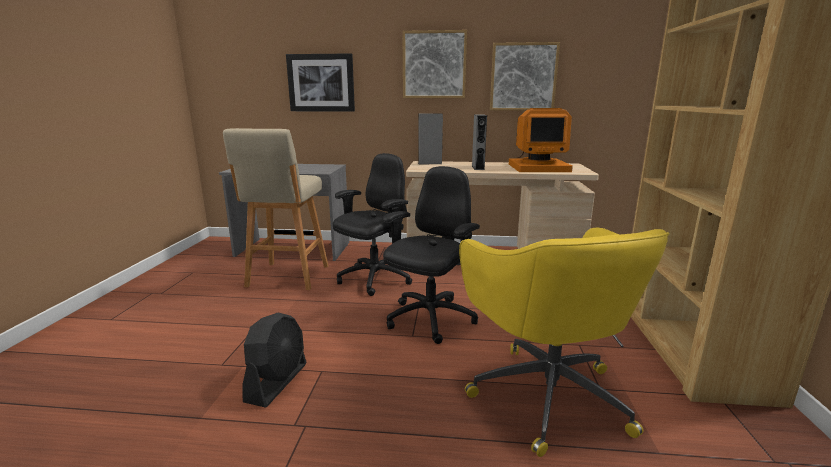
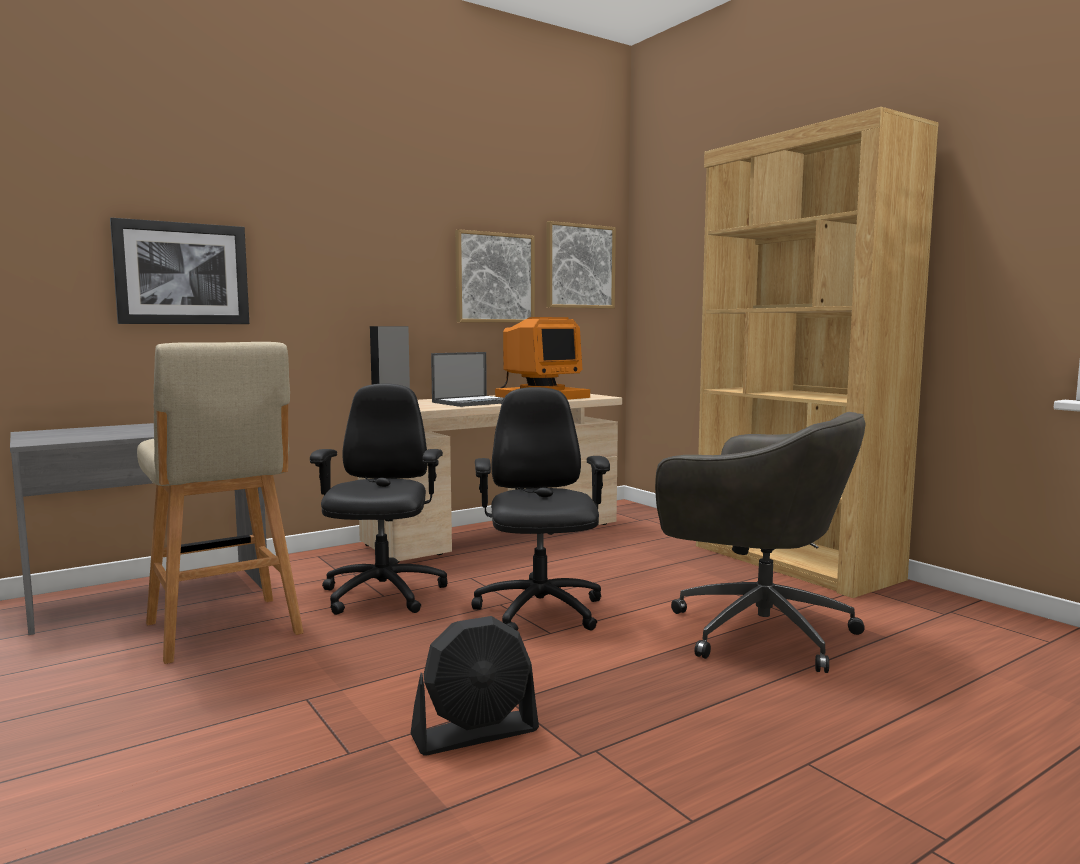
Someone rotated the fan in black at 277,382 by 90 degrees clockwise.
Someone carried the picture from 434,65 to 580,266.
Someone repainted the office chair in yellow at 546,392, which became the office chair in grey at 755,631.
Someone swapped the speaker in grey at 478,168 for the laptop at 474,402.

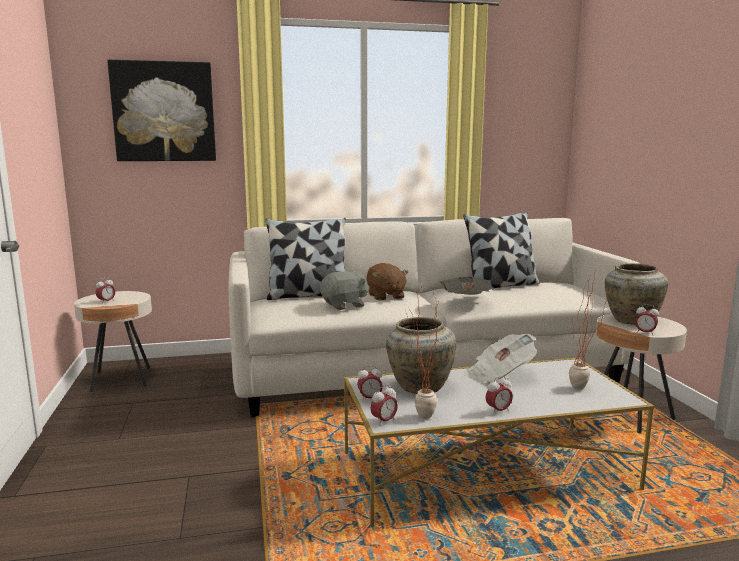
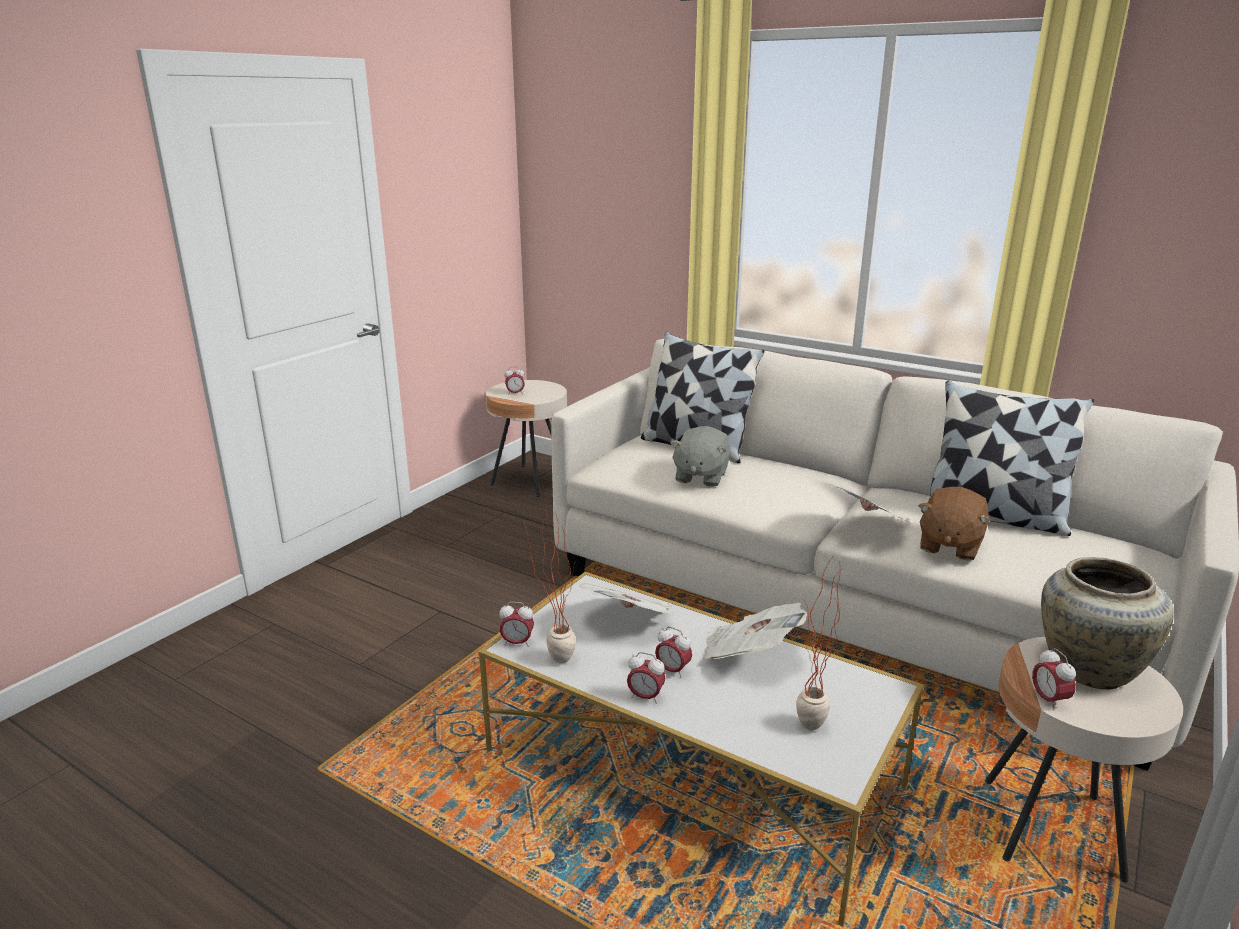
Someone took away the picture at 164,112.
Someone rotated the plush toy in grey at 345,305 by 90 degrees clockwise.
Someone carried the alarm clock from 369,399 to 672,670.
Someone carried the plush toy in brown from 385,296 to 949,545.
Someone swapped the vase in beige at 419,386 for the newspaper at 631,621.

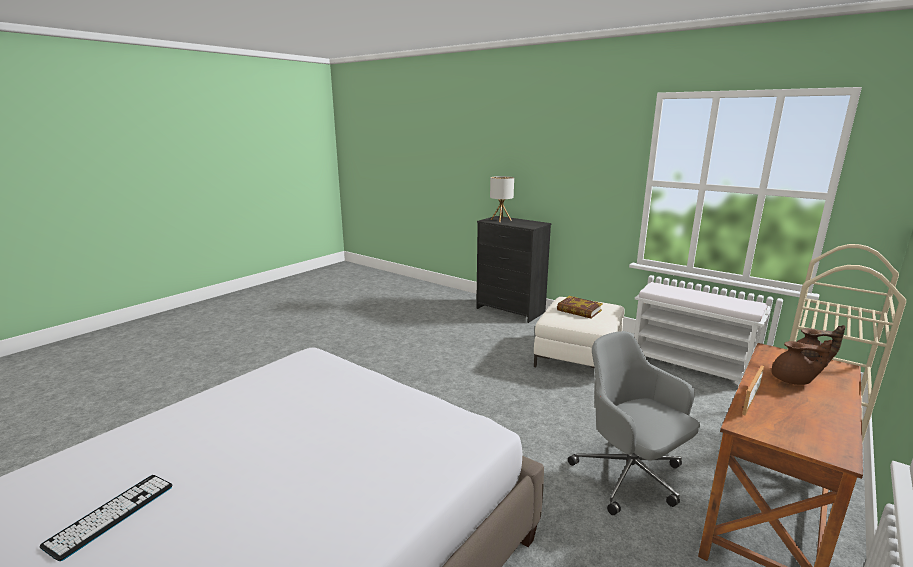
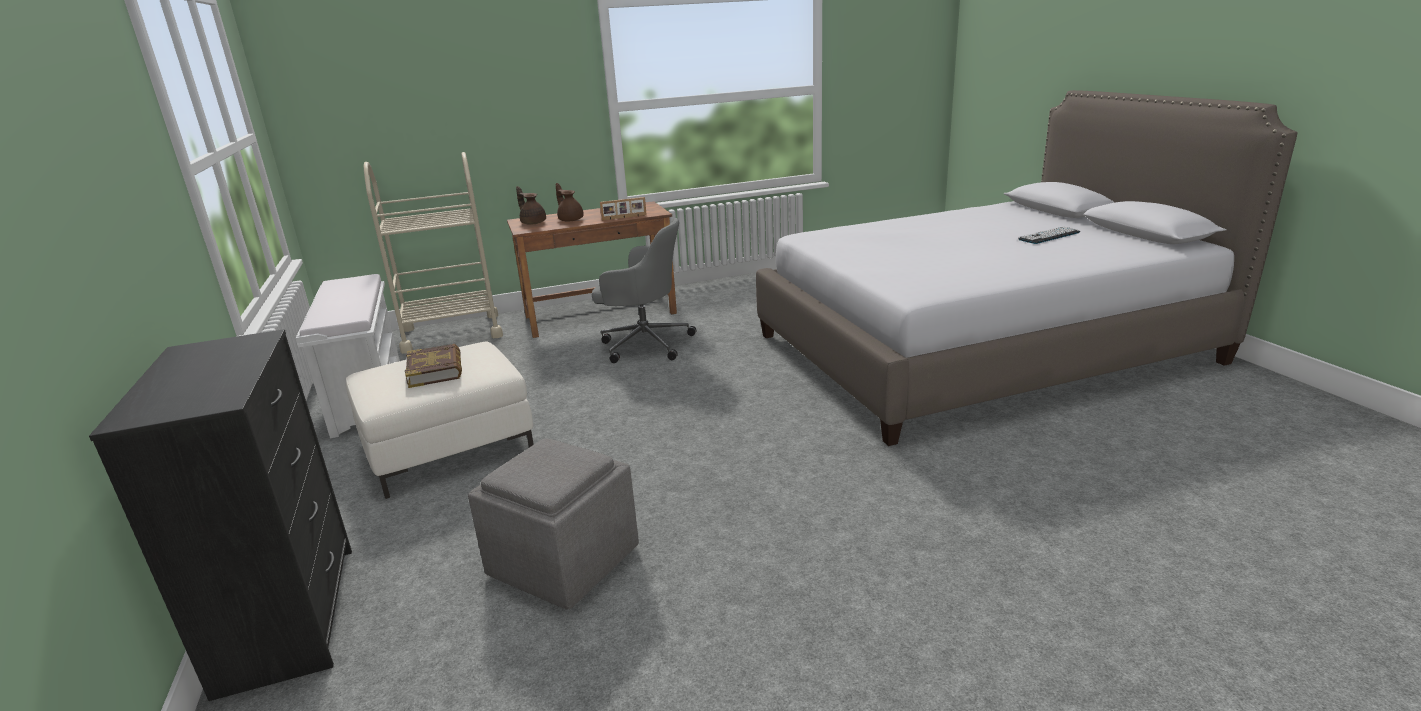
Someone took away the table lamp at 500,220.
Someone rotated the office chair in grey at 630,477 by 75 degrees counterclockwise.
Someone put down the ottoman in grey at 564,561.

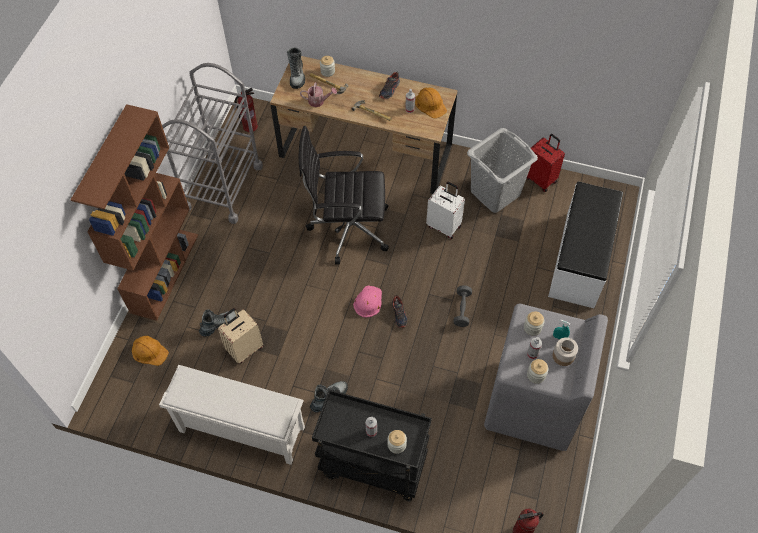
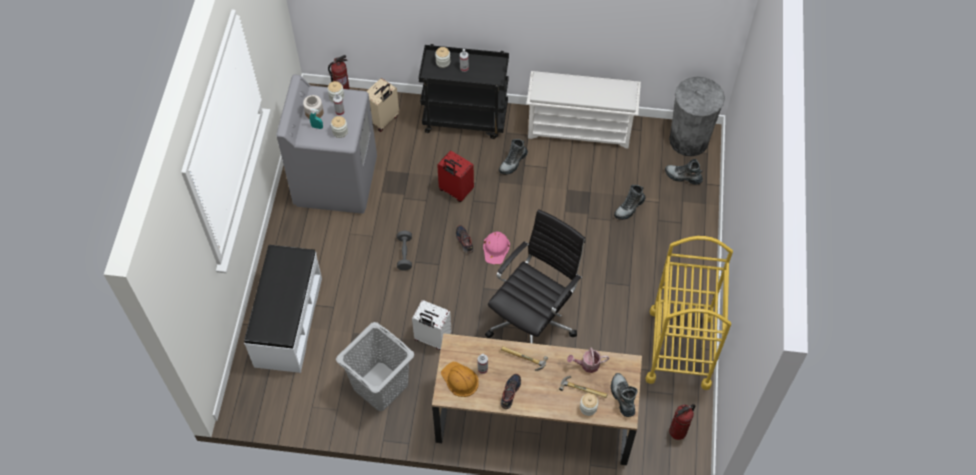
Someone took away the bookcase in brown at 164,272.
Someone swapped the hard hat in orange at 149,351 for the boot at 683,177.
Someone repainted the cart in grey at 223,187, which became the cart in yellow at 679,348.
Someone carried the suitcase in beige from 244,348 to 383,120.
Someone rotated the office chair in black at 347,228 by 45 degrees counterclockwise.
Someone carried the suitcase in red from 540,179 to 455,191.
Someone put down the trash can in grey at 689,140.

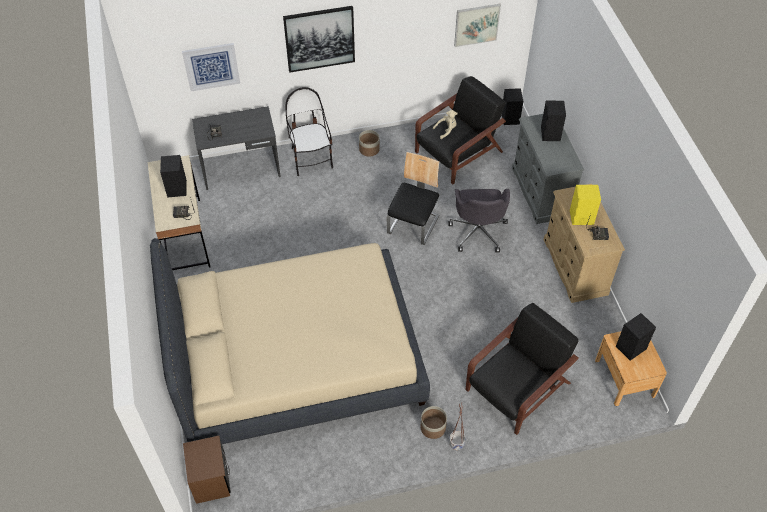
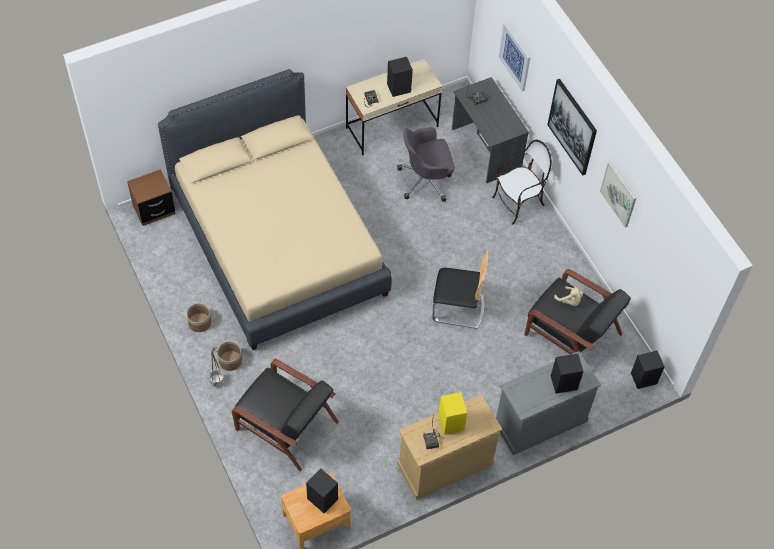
Someone carried the planter from 369,149 to 199,322.
Someone carried the office chair in grey from 478,231 to 426,180.
Someone carried the picture from 476,24 to 618,194.

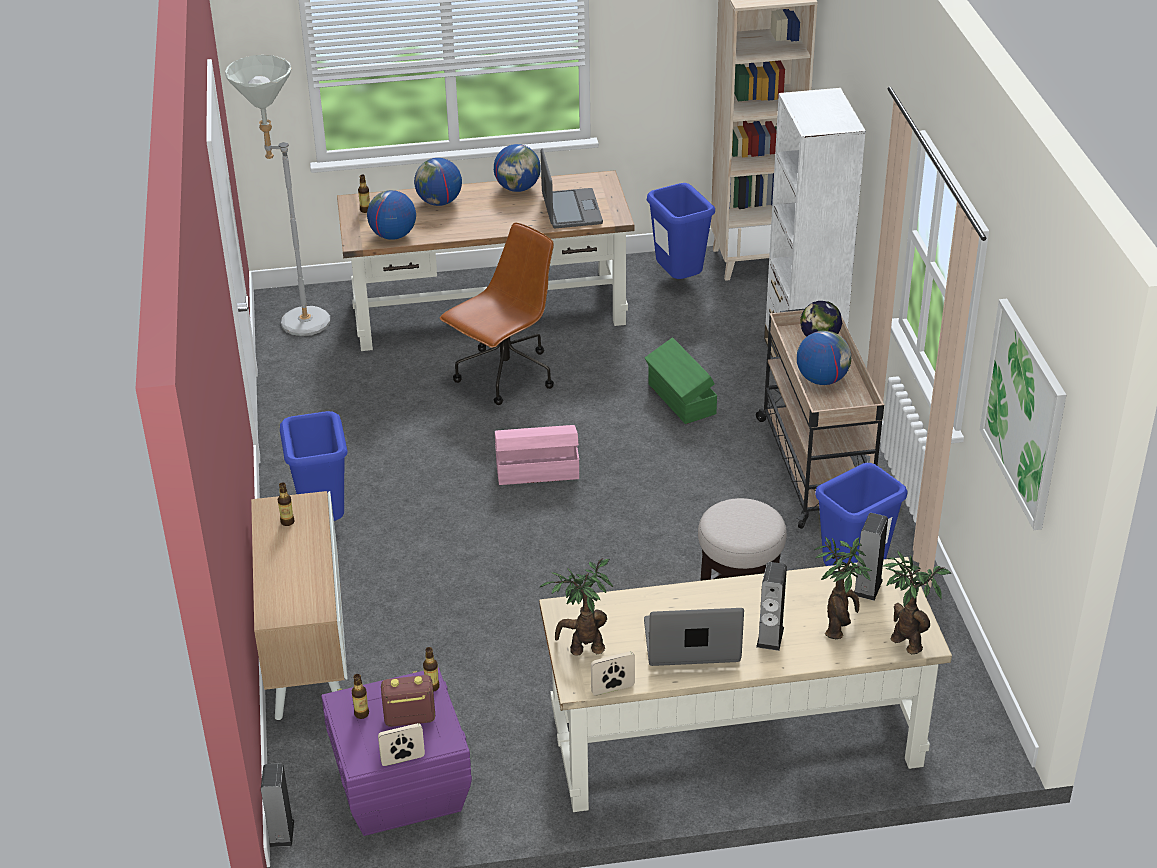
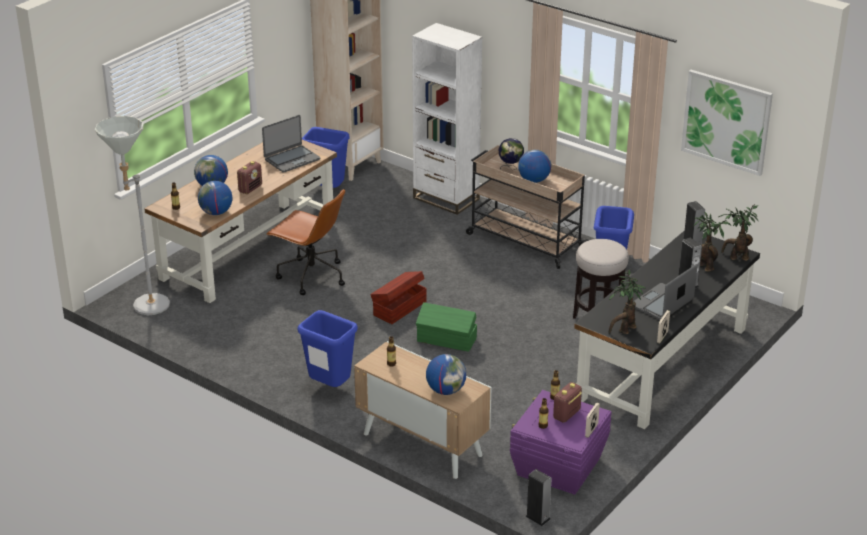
Someone rotated the office chair in brown at 505,376 by 120 degrees clockwise.
Someone carried the globe from 518,188 to 446,390.
Someone repainted the storage box in pink at 536,469, which became the storage box in brown at 399,308.
Someone repainted the desk in beige at 734,741, which became the desk in black at 663,364.
Someone rotated the laptop at 571,210 by 105 degrees clockwise.
Someone carried the storage box in green from 681,399 to 447,340.
Someone put down the radio at 250,188.

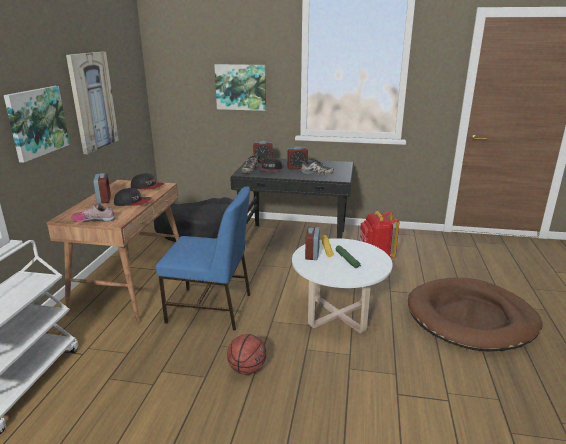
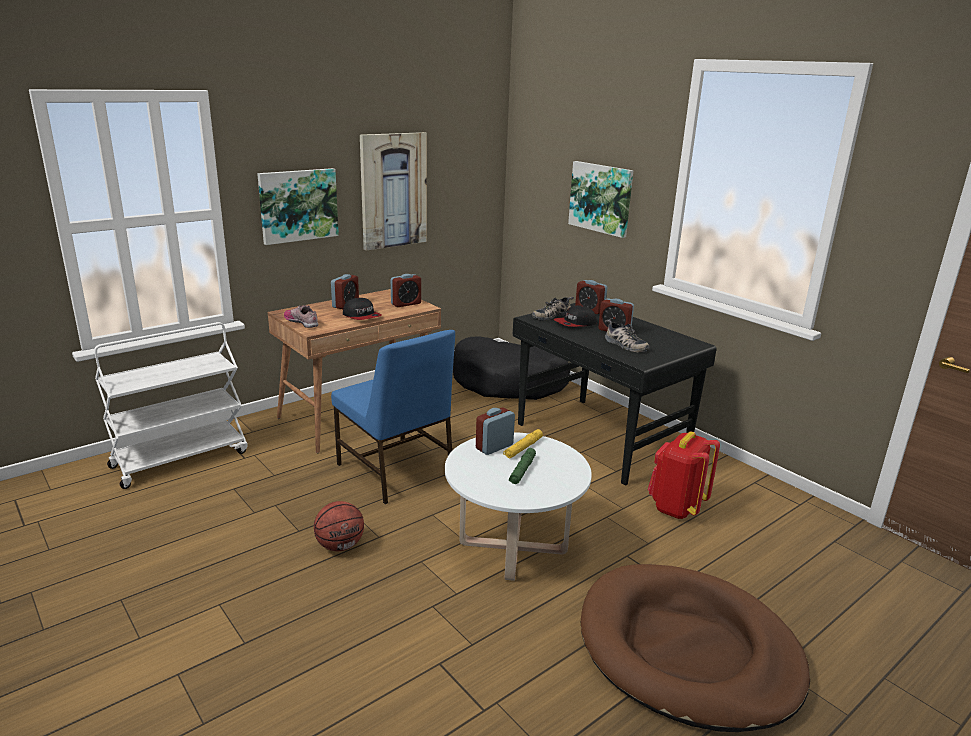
Someone swapped the cap at 147,187 for the alarm clock at 406,304.

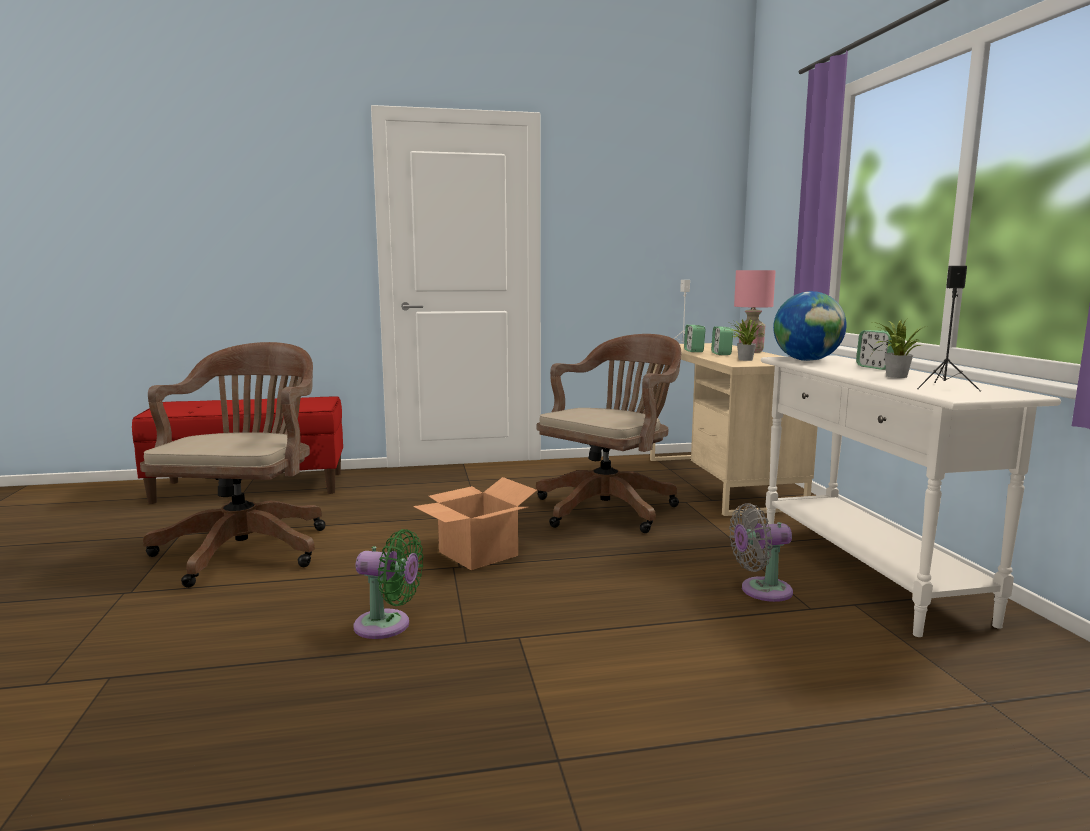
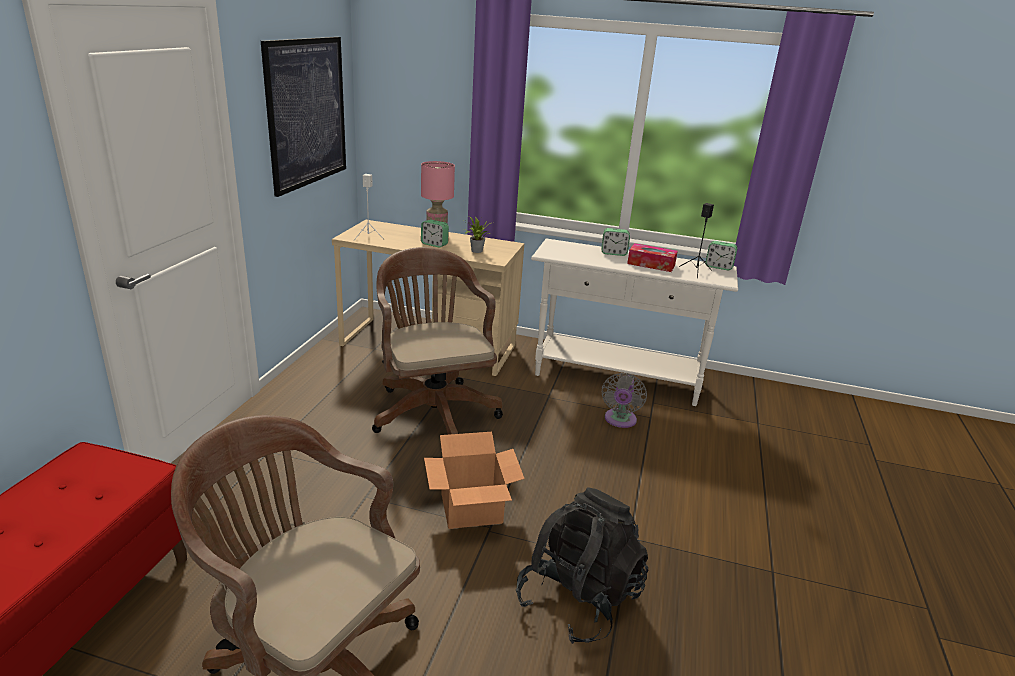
Someone swapped the fan in green at 388,626 for the backpack in black at 578,599.
Someone carried the alarm clock from 694,351 to 718,267.
Someone took away the globe at 807,360.
Someone swapped the potted plant at 894,376 for the tissue box at 651,264.
Someone put up the picture at 307,113.

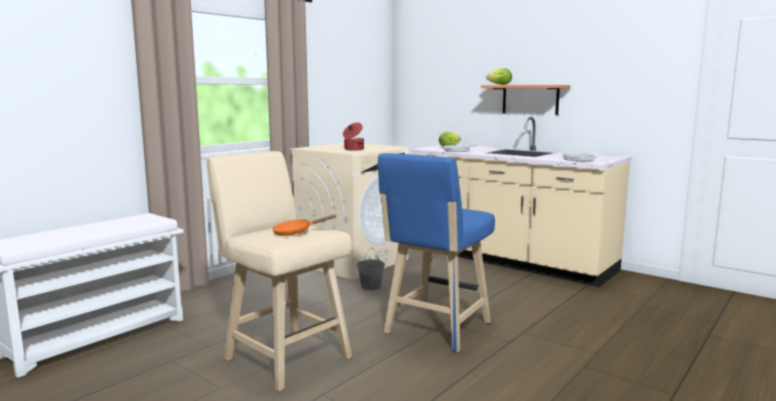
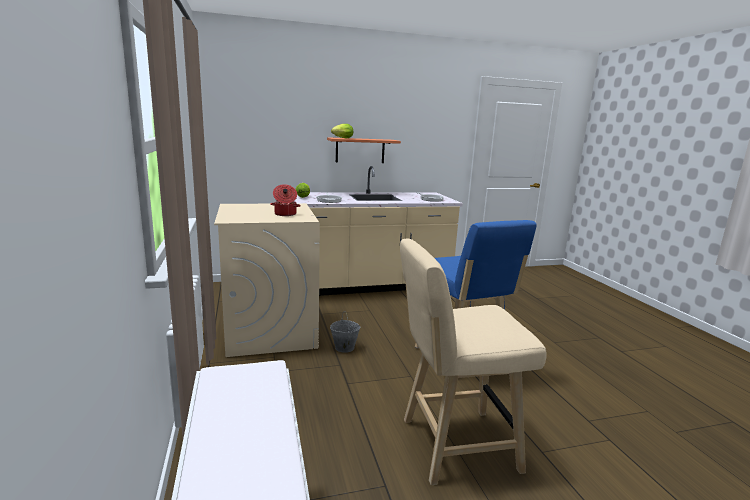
Someone took away the frying pan in orange at 296,232.

